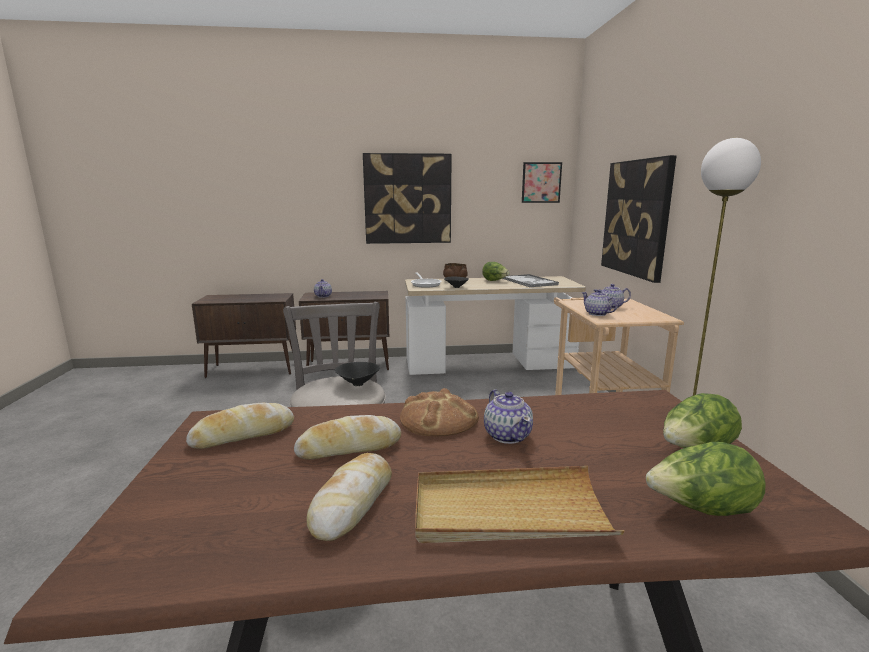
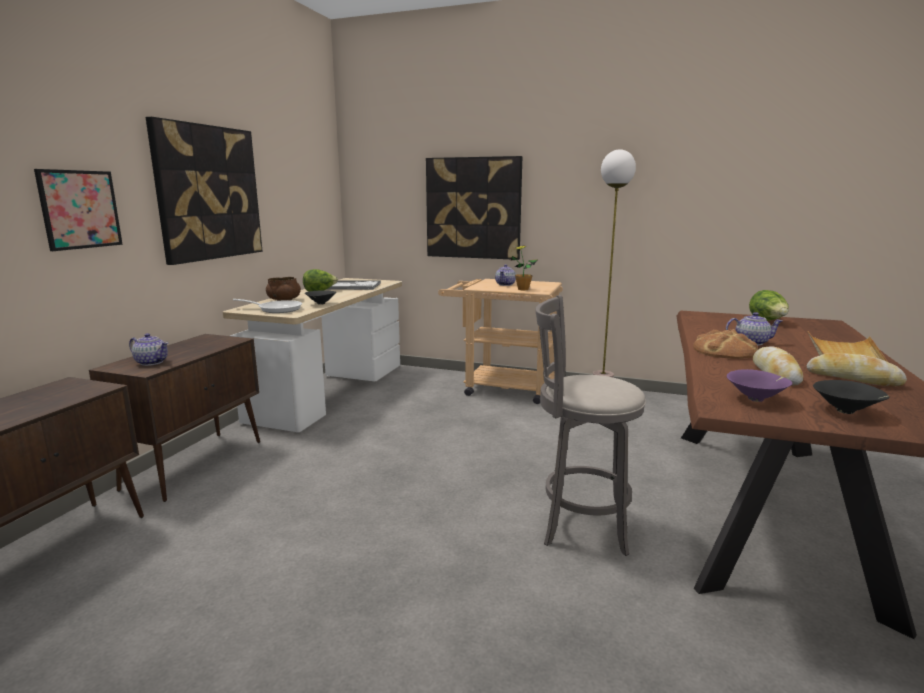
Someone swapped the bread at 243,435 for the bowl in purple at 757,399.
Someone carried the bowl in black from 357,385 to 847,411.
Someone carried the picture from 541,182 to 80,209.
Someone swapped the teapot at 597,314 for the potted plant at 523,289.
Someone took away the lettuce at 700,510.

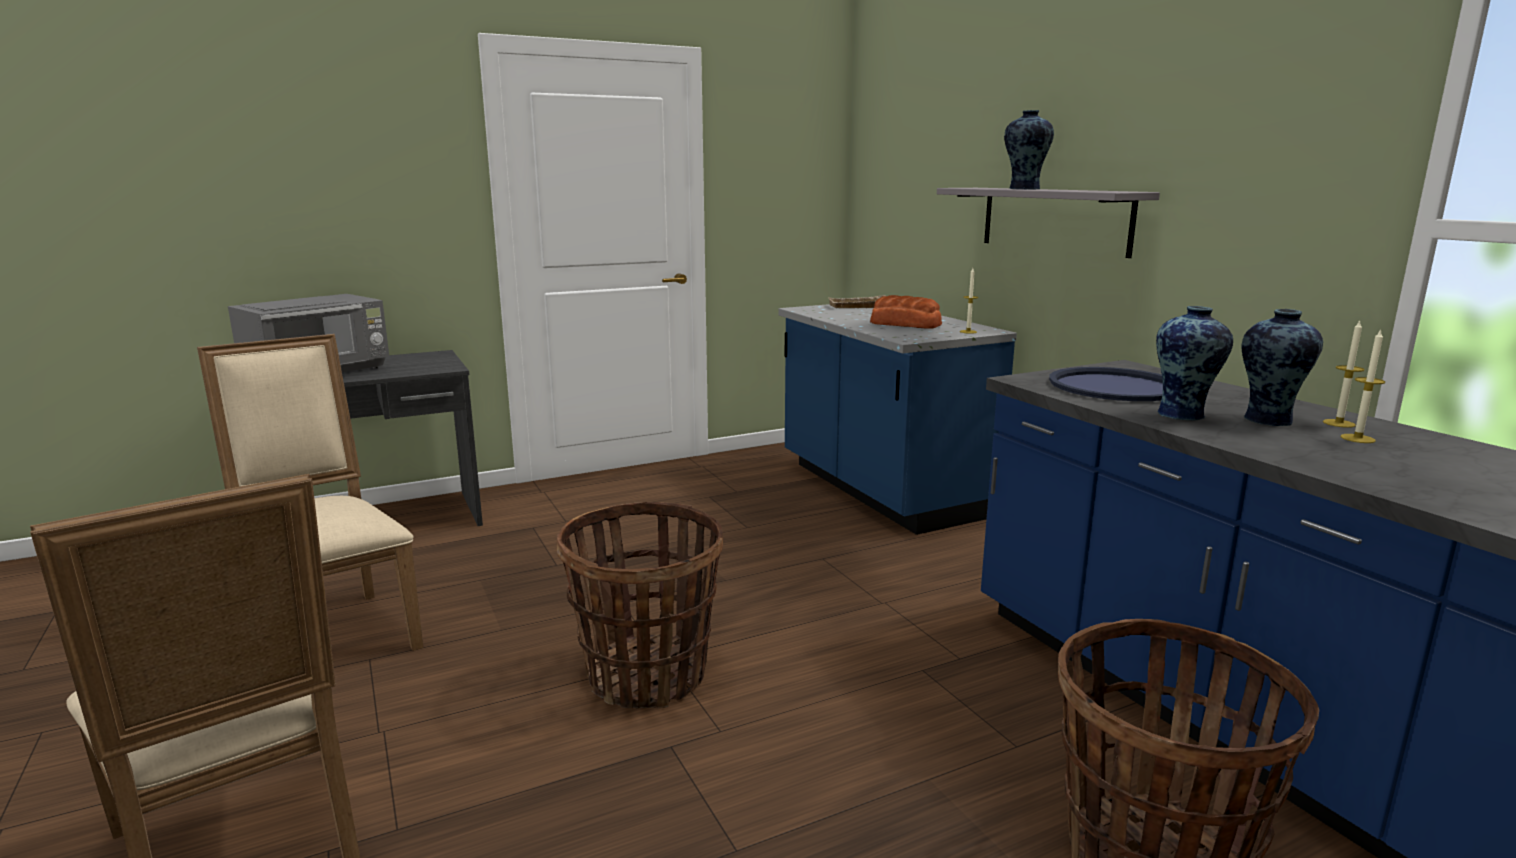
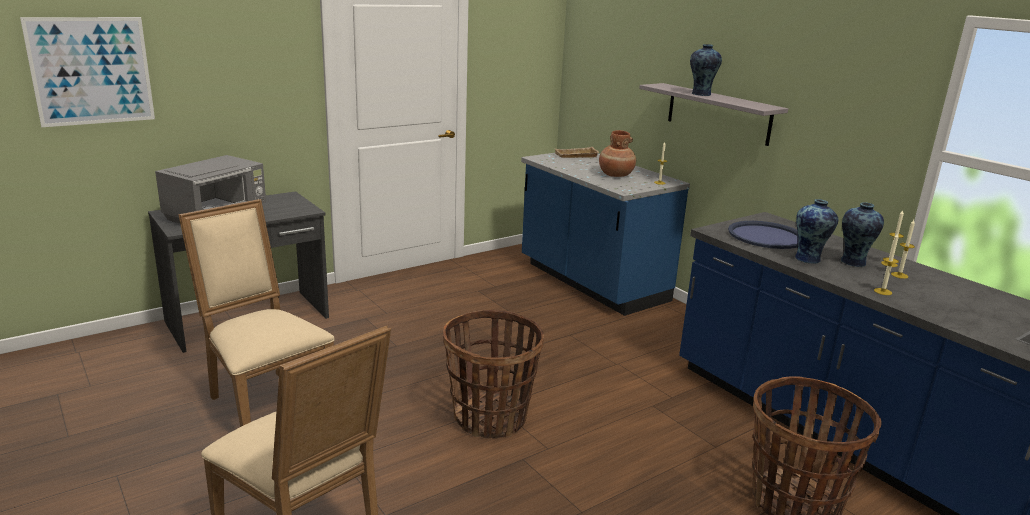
Someone swapped the bread at 905,324 for the vase in brown at 615,175.
Someone put up the picture at 91,71.
Someone put down the candle at 883,291.

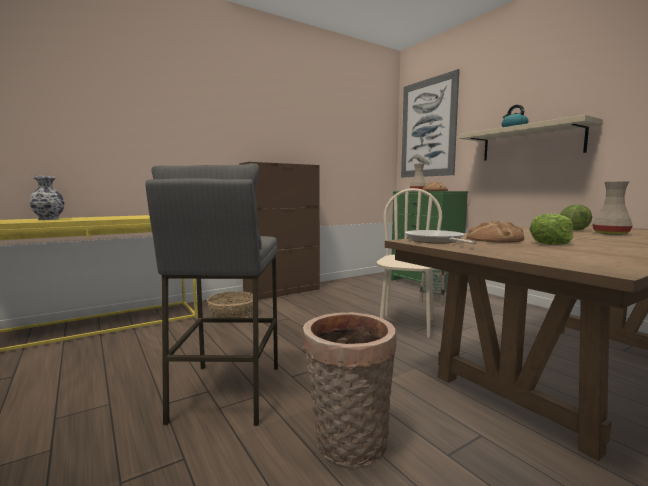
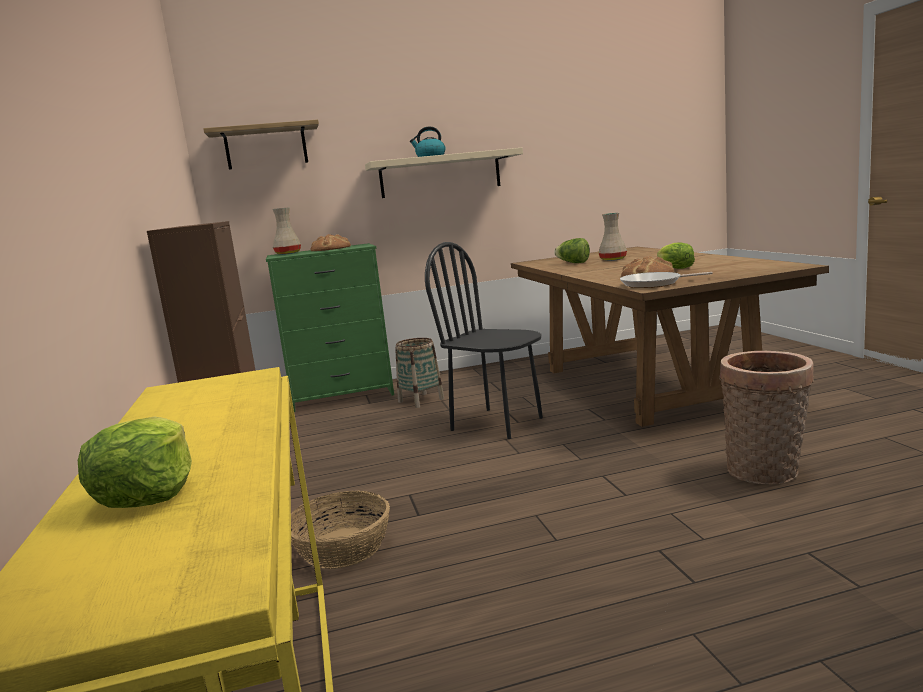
Someone swapped the vase at 48,219 for the lettuce at 148,493.
Someone took away the stool in grey at 226,392.
Someone repainted the chair in beige at 406,325, which became the chair in black at 497,423.
Someone swapped the picture at 428,128 for the shelf at 266,147.

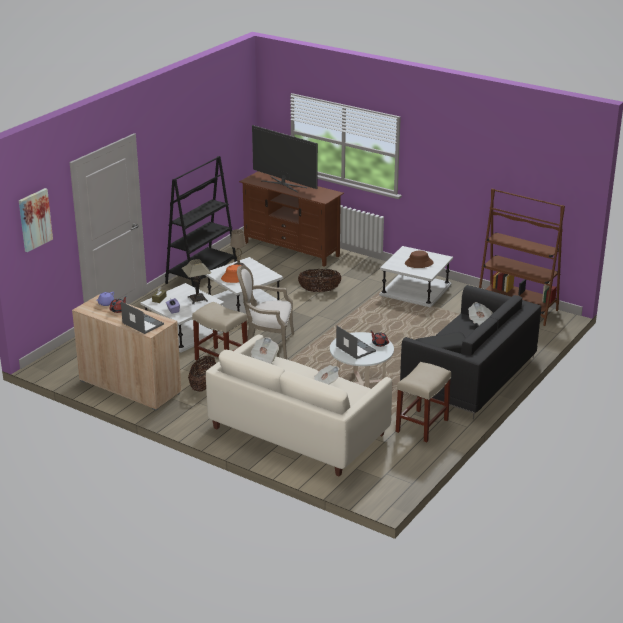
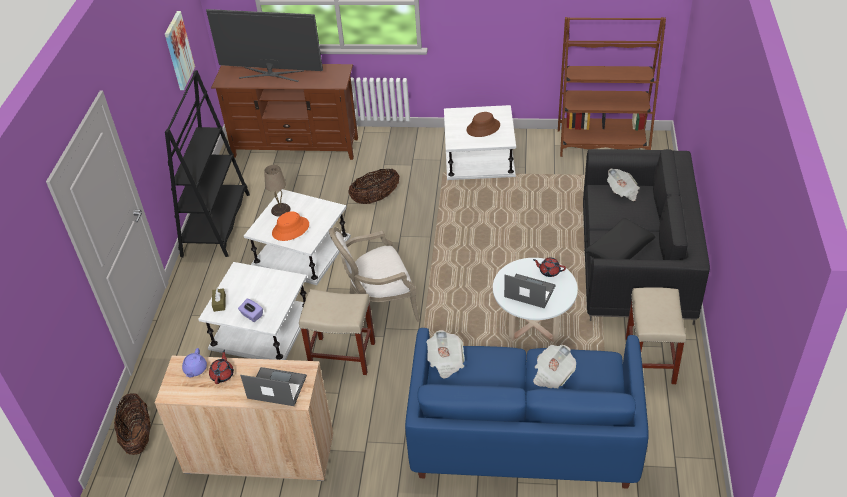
Someone carried the picture from 35,219 to 178,50.
Someone took away the table lamp at 197,299.
Someone carried the basket from 203,385 to 138,436.
Someone repainted the sofa in white at 298,431, which became the sofa in blue at 523,434.

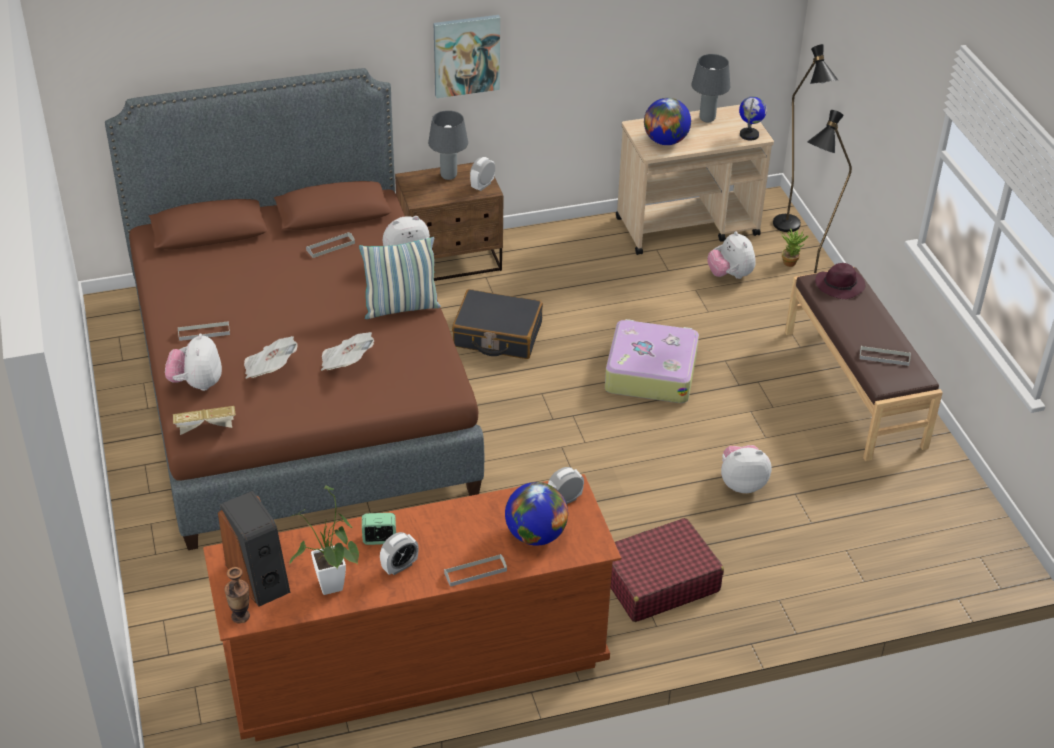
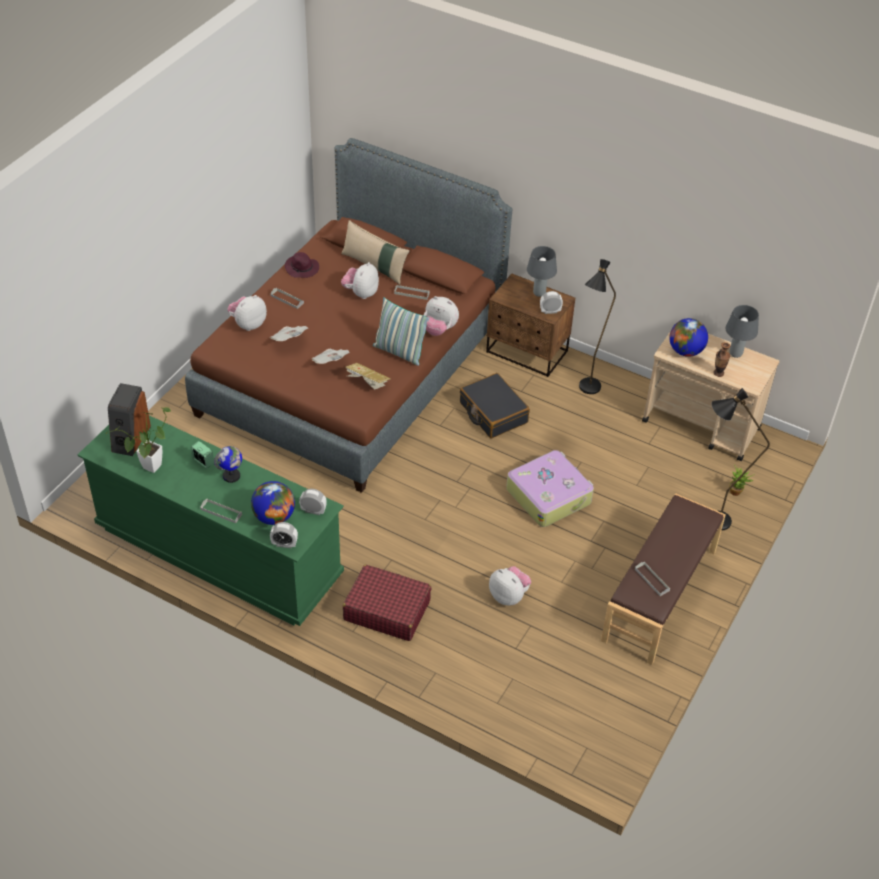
Someone carried the book from 206,429 to 367,382.
Someone repainted the dresser in brown at 416,660, which became the dresser in green at 219,551.
Someone carried the vase from 240,616 to 718,373.
Someone carried the alarm clock from 399,566 to 284,544.
Someone took away the picture at 466,55.
Someone carried the plush toy from 730,275 to 361,293.
Someone carried the globe from 749,135 to 231,476.
Someone carried the floor lamp in black from 791,230 to 586,391.
Someone carried the hat in purple from 840,285 to 302,269.
Someone put down the pillow in beige at 375,266.

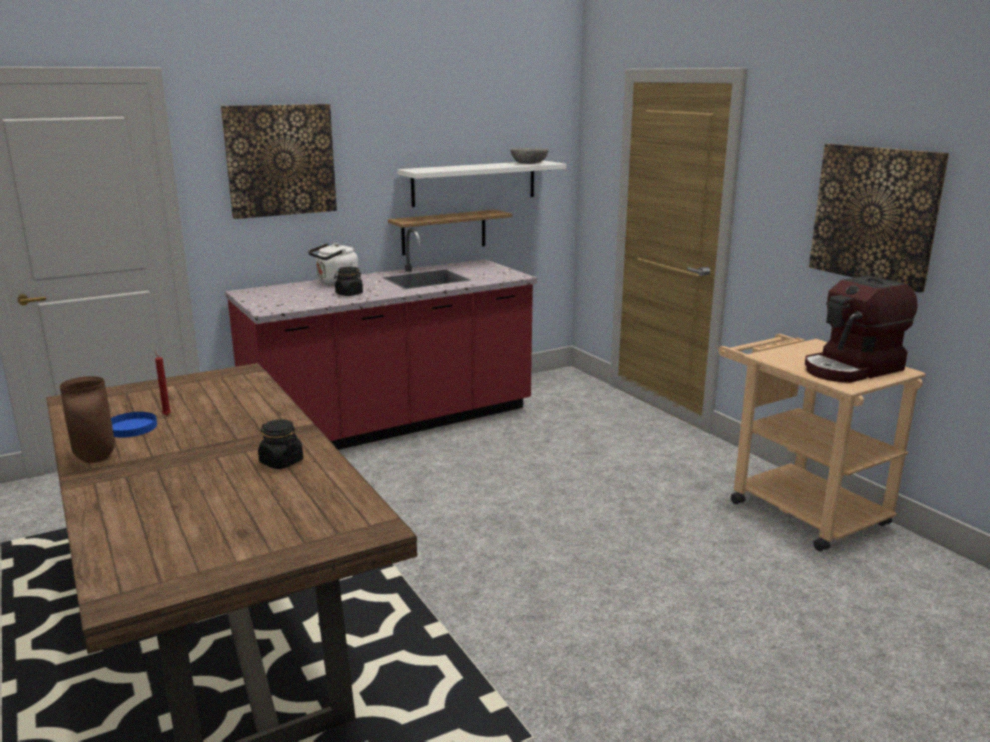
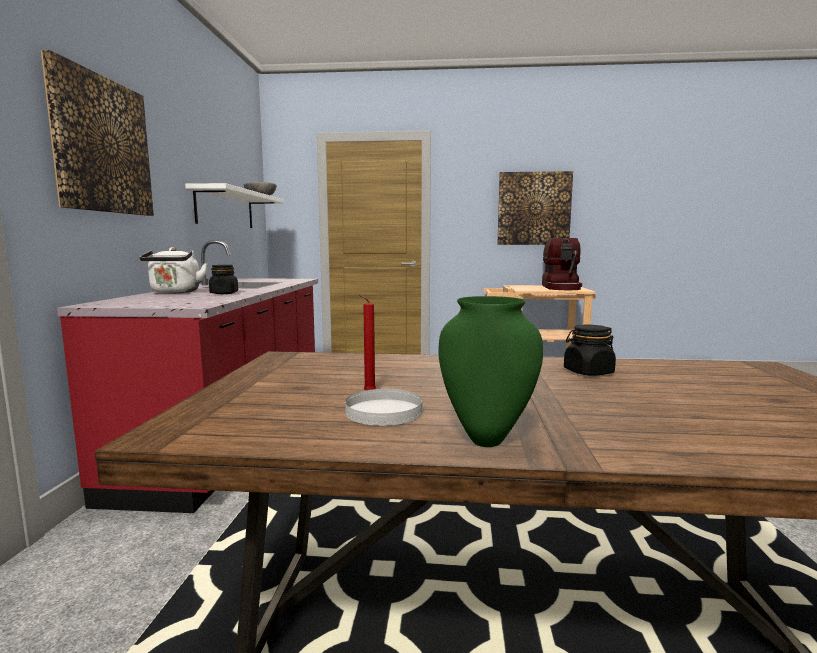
Someone repainted the vase in brown at 97,459, which became the vase in green at 487,438.
Someone repainted the plate in blue at 132,427, which became the plate in white at 384,411.
Someone took away the shelf at 444,232.

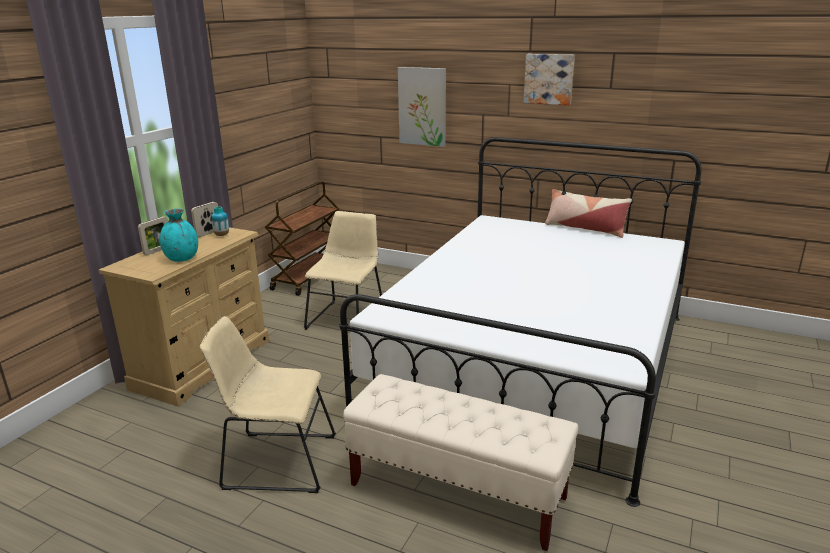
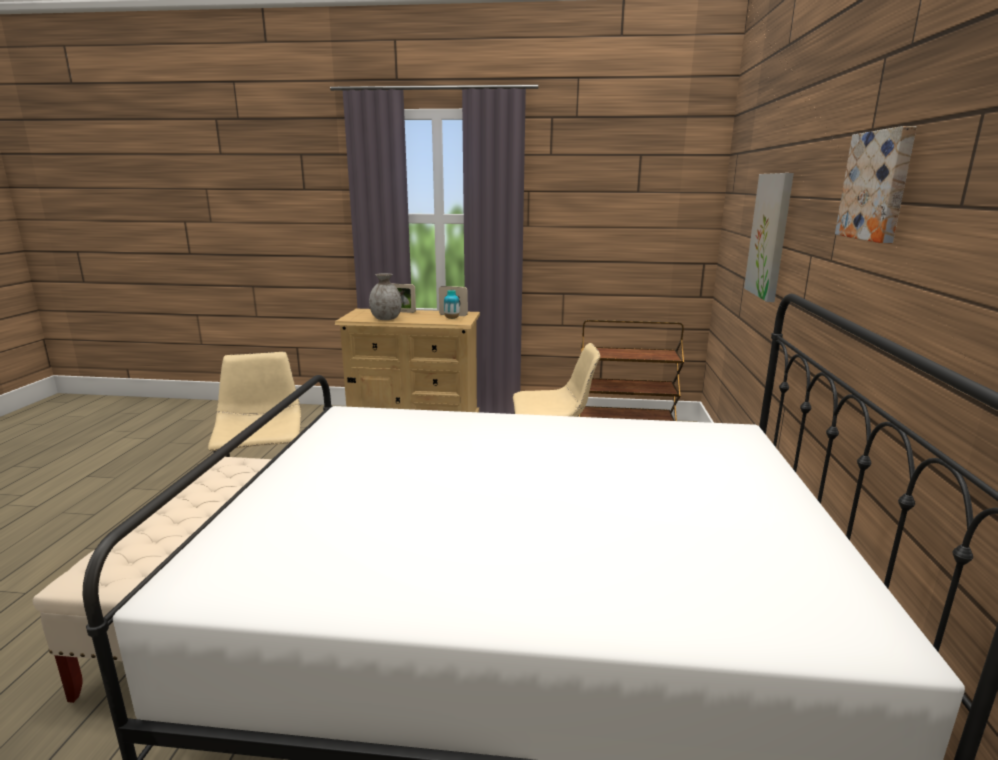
Someone repainted the vase in turquoise at 182,258, which became the vase in grey at 386,319.
Someone took away the pillow at 585,228.

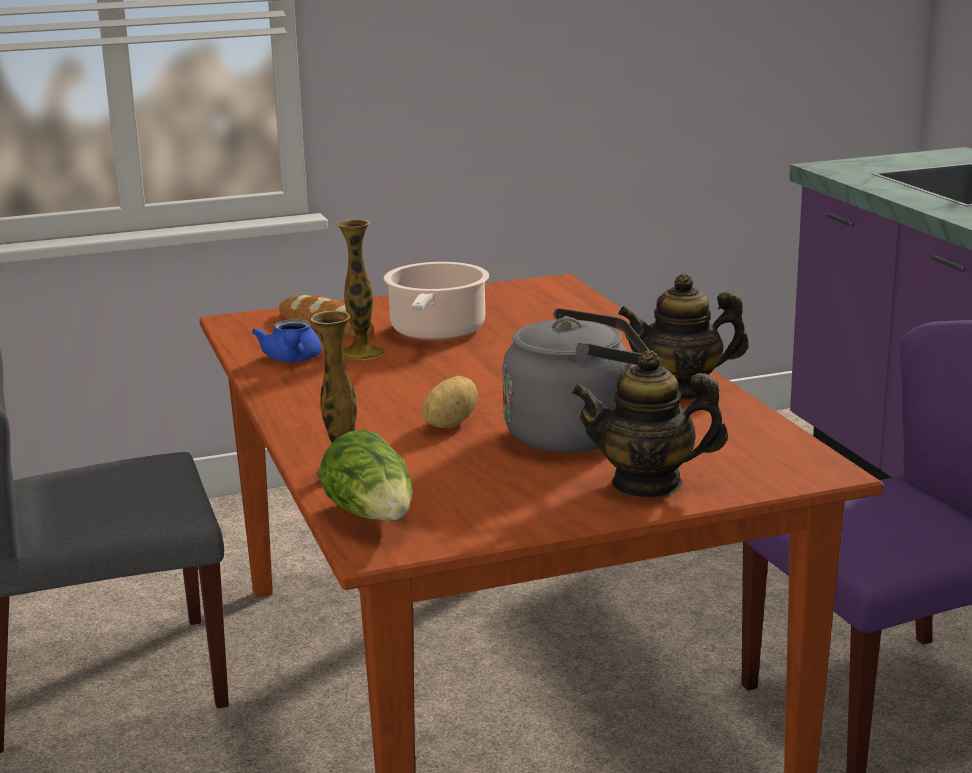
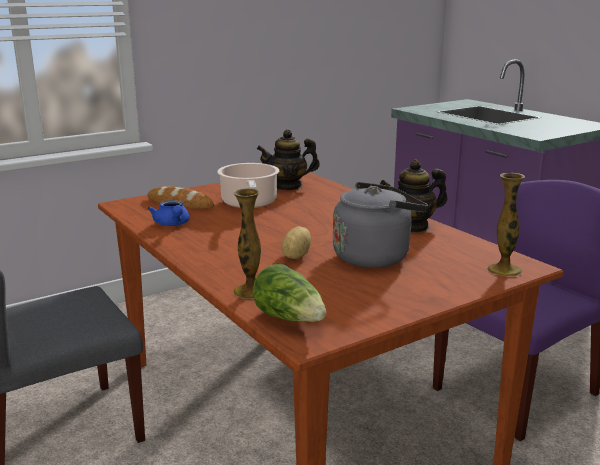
Someone carried the vase from 362,353 to 504,270.
Someone carried the teapot from 647,483 to 288,186.

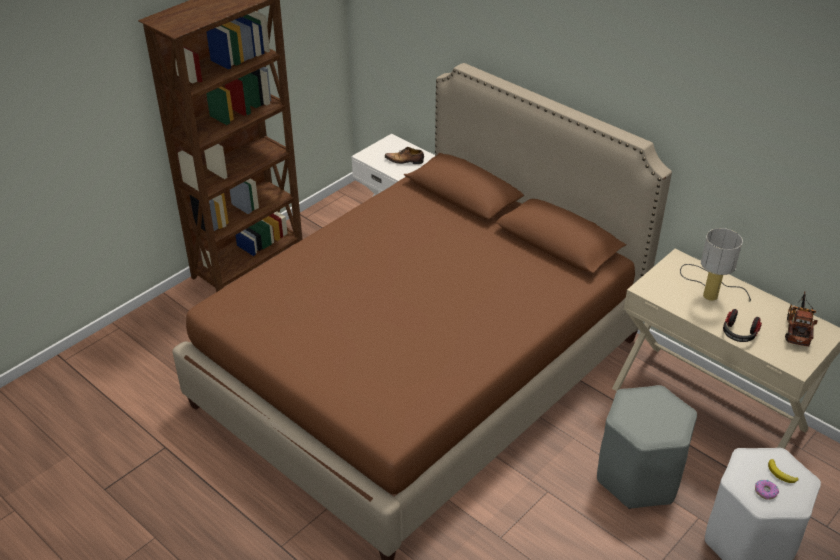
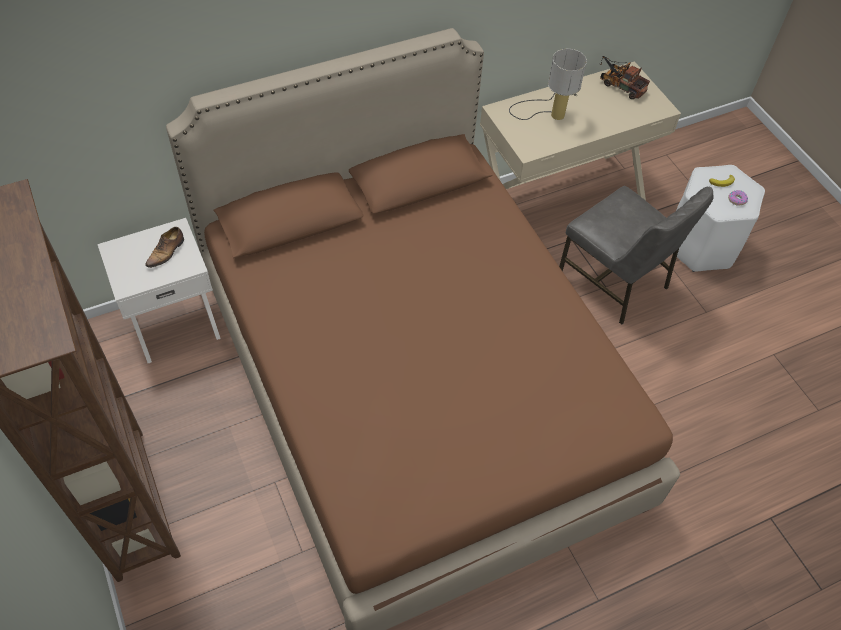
Someone swapped the stool in grey at 638,477 for the chair in grey at 615,281.
Someone took away the headphones at 739,334.

